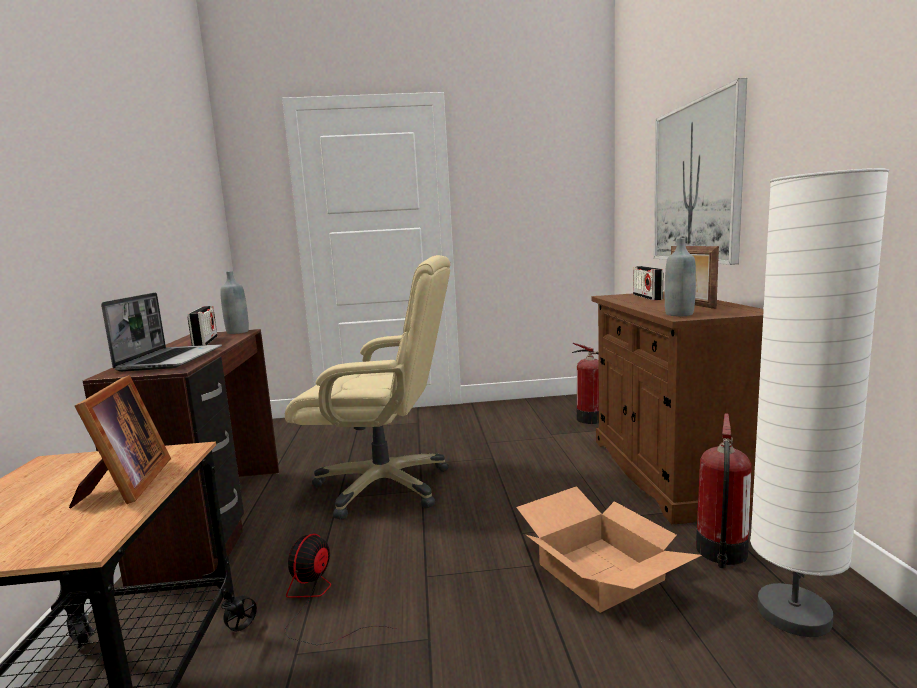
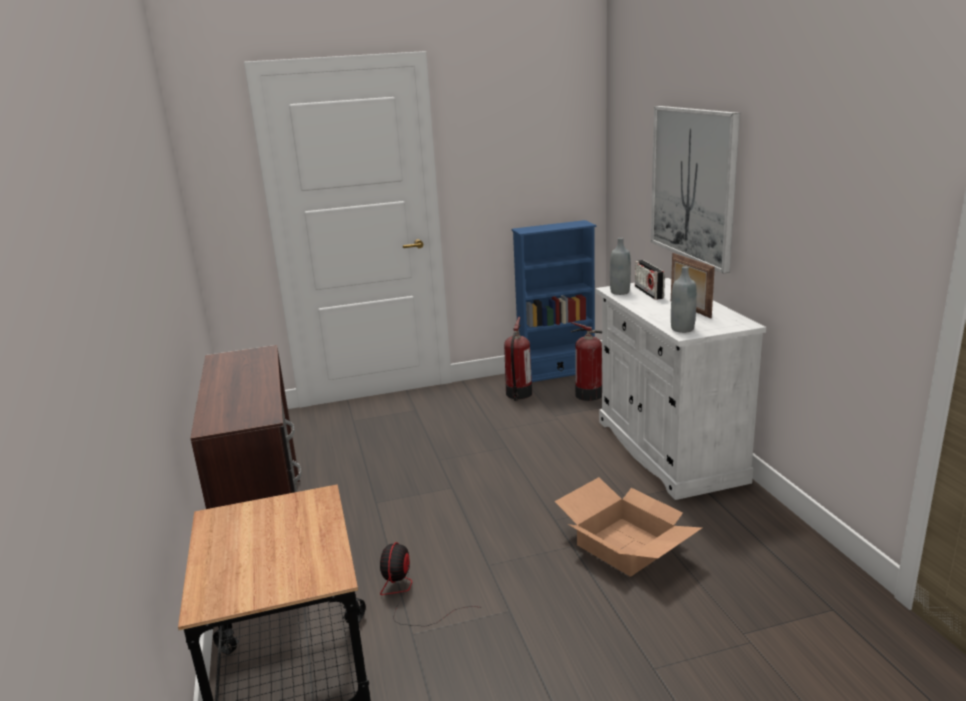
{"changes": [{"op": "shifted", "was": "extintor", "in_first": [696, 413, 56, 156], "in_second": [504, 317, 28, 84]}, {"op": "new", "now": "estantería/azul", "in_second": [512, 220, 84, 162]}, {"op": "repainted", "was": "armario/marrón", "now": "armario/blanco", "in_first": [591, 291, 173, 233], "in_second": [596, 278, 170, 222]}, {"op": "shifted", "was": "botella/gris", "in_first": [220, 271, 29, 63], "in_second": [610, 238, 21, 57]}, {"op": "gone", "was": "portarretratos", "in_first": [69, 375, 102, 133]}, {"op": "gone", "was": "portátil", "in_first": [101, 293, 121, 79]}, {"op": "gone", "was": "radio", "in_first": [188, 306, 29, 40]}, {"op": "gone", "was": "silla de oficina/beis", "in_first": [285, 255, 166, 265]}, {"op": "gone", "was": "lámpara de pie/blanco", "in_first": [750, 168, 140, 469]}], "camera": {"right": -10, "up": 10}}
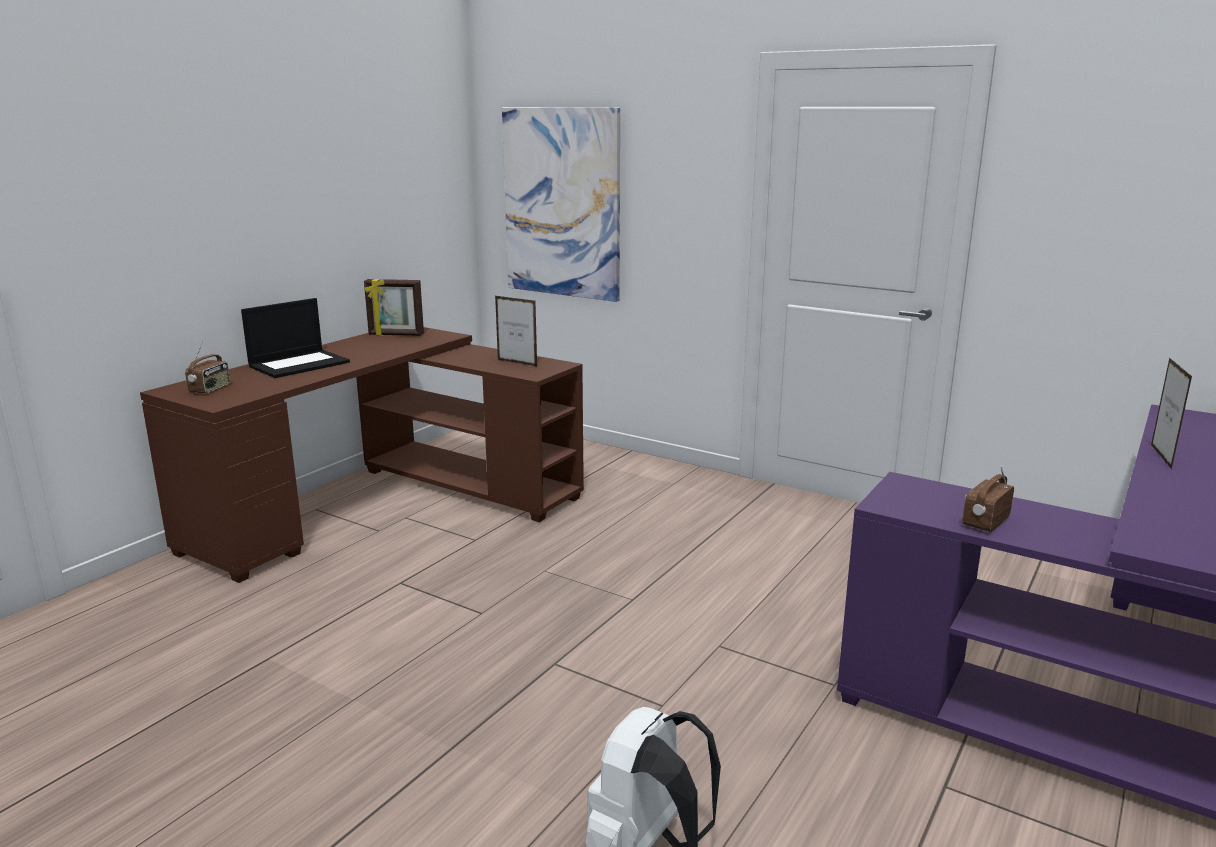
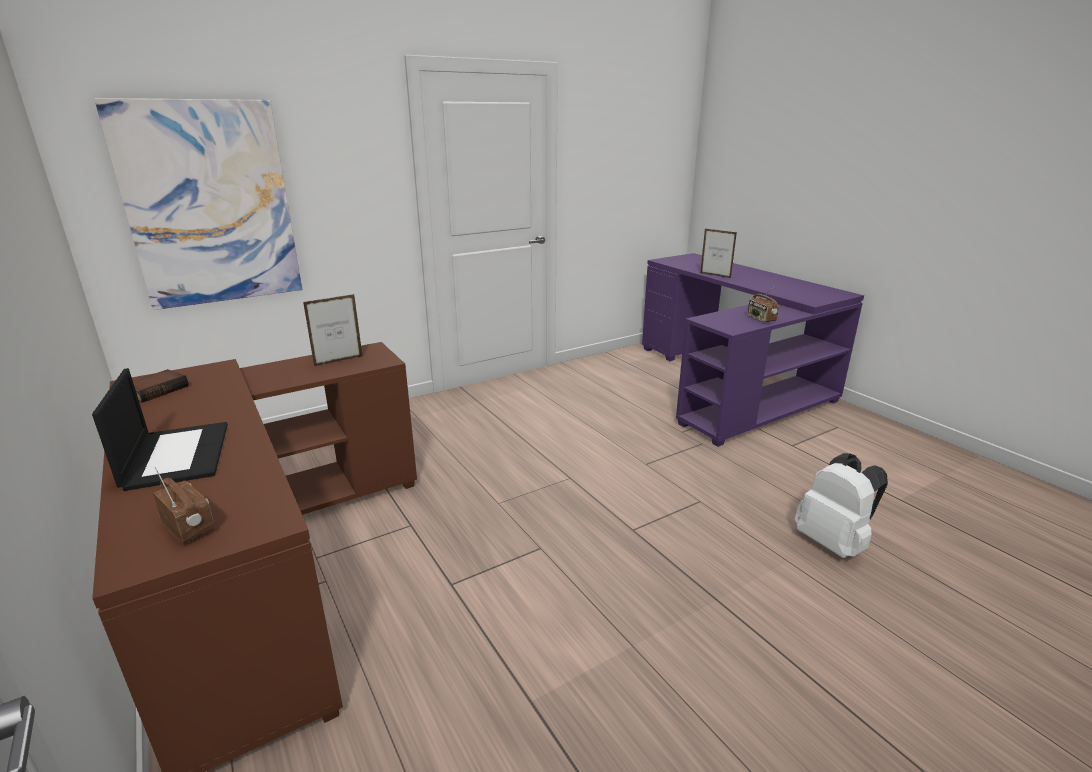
{"changes": [{"op": "swapped", "was": "portarretratos", "now": "libro", "in_first": [364, 279, 60, 57], "in_second": [133, 369, 55, 34]}], "camera": {"right": -65, "up": 5}}
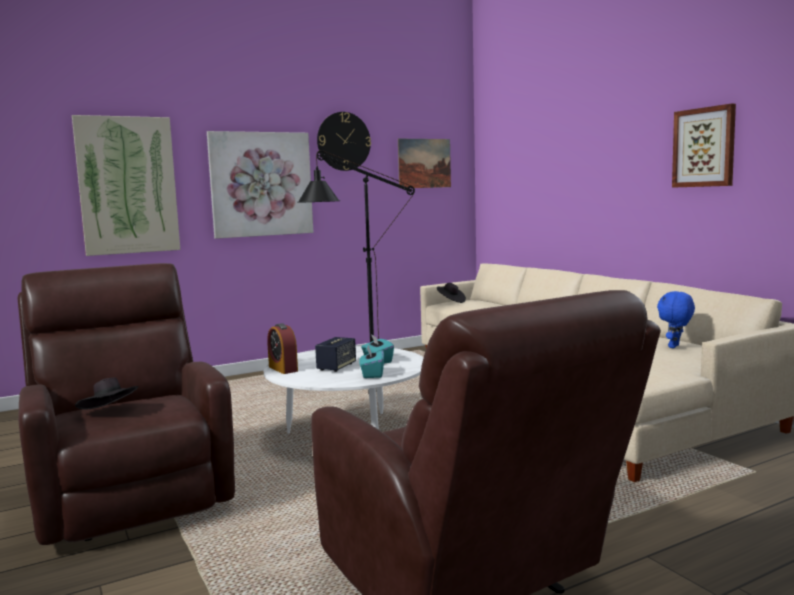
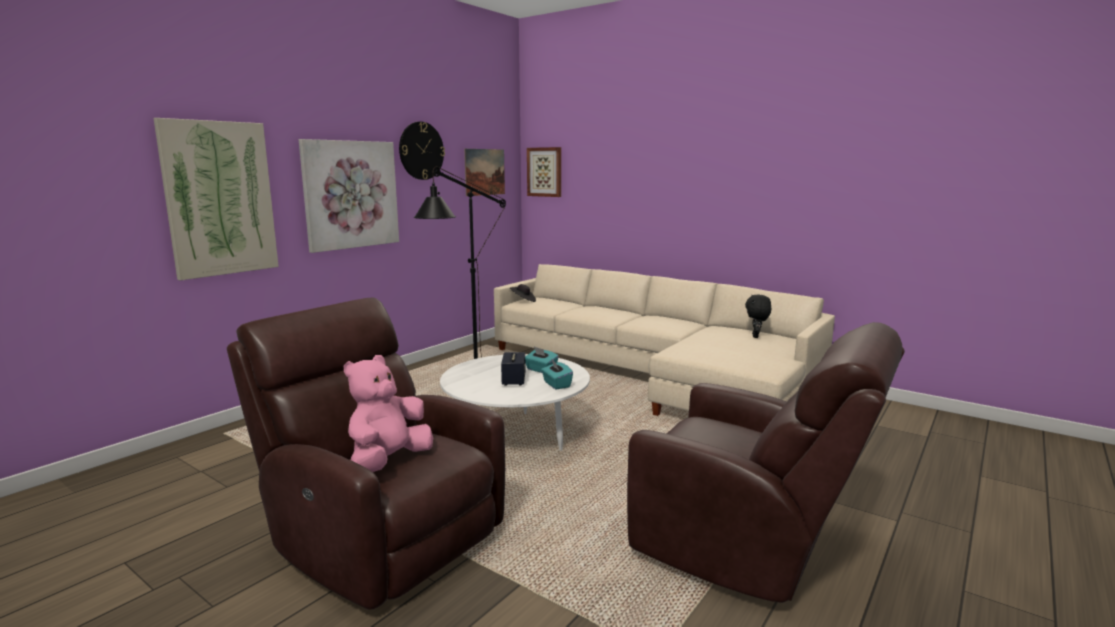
{"changes": [{"op": "swapped", "was": "sombrero/negro", "now": "peluche/rosa", "in_first": [75, 378, 64, 31], "in_second": [344, 355, 89, 117]}, {"op": "shifted", "was": "cuadro", "in_first": [672, 104, 64, 84], "in_second": [527, 147, 34, 50]}, {"op": "repainted", "was": "peluche/azul", "now": "peluche/negro", "in_first": [657, 291, 38, 57], "in_second": [745, 295, 26, 43]}, {"op": "gone", "was": "despertador", "in_first": [267, 323, 31, 51]}], "camera": {"right": -25, "up": 5}}
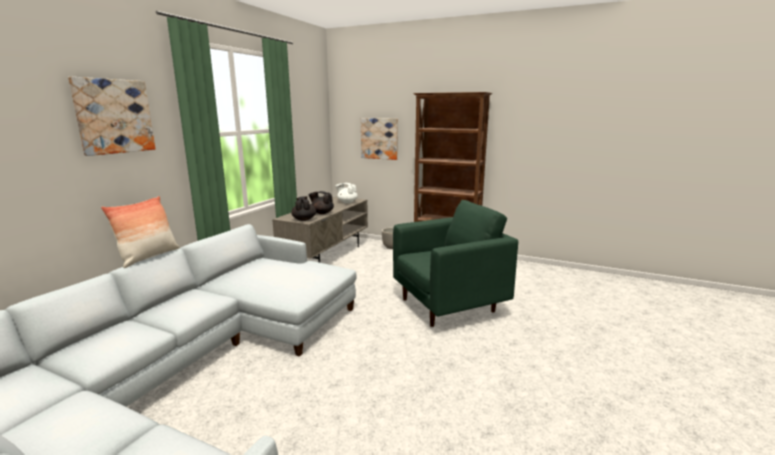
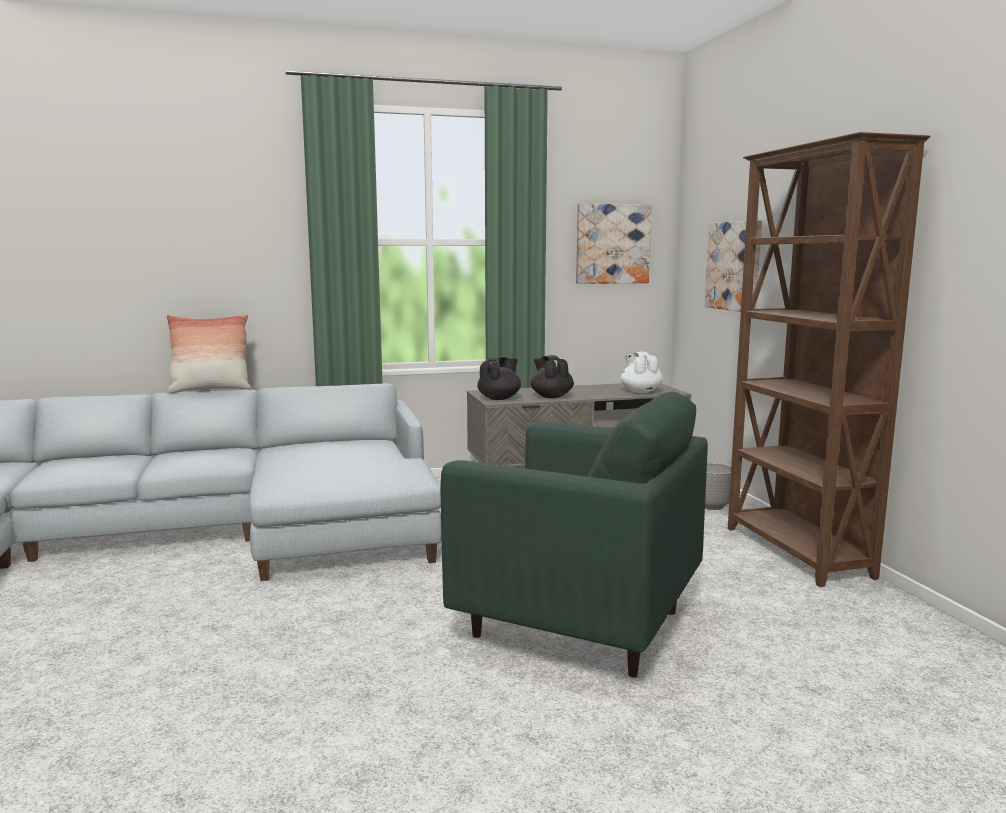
{"changes": [{"op": "shifted", "was": "cuadro", "in_first": [68, 77, 88, 79], "in_second": [576, 204, 76, 80]}], "camera": {"right": 50, "up": -5}}
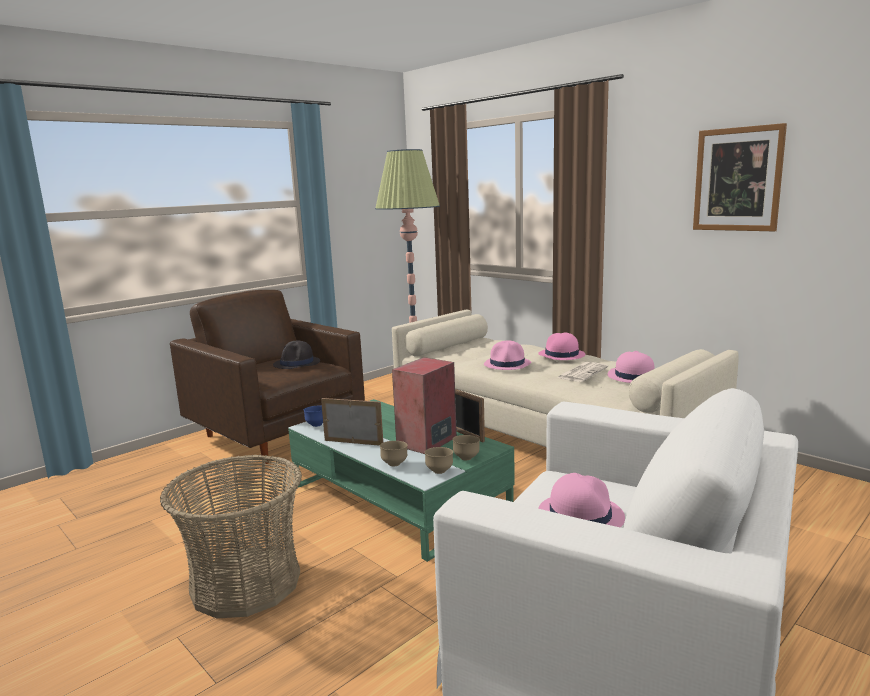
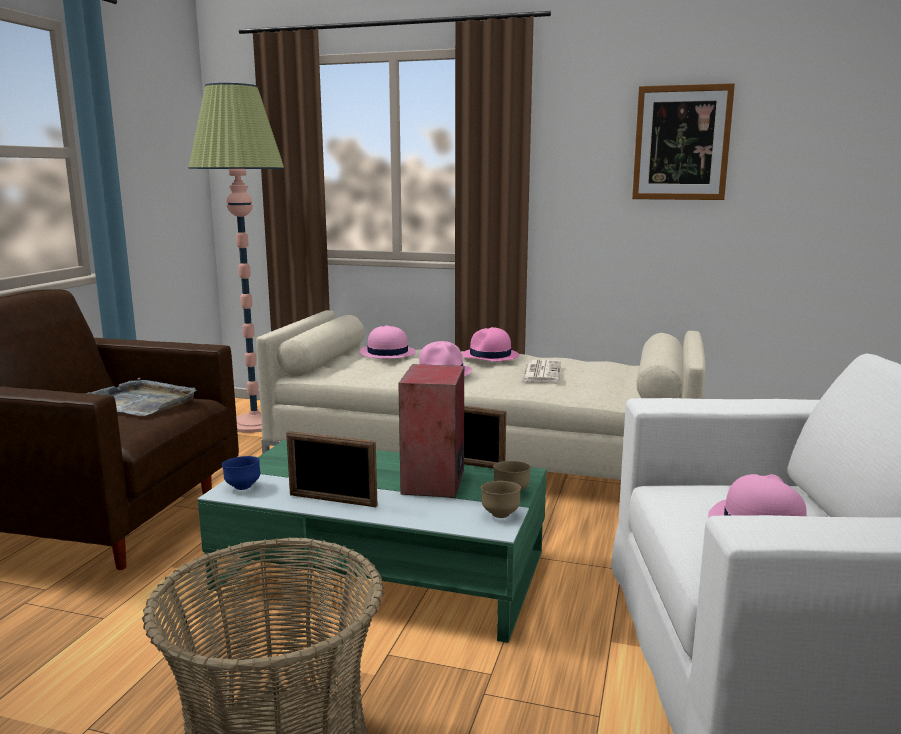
{"changes": [{"op": "swapped", "was": "sombrero/negro", "now": "bandeja/gris", "in_first": [273, 341, 47, 28], "in_second": [87, 378, 110, 38]}, {"op": "rotated", "was": "portarretratos", "in_first": [321, 398, 62, 48], "in_second": [286, 431, 91, 76], "clockwise": -150}, {"op": "shifted", "was": "sombrero/rosa", "in_first": [608, 351, 46, 32], "in_second": [360, 325, 56, 34]}, {"op": "gone", "was": "cuenco/marrón", "in_first": [380, 441, 28, 25]}], "camera": {"right": -30, "up": 0}}
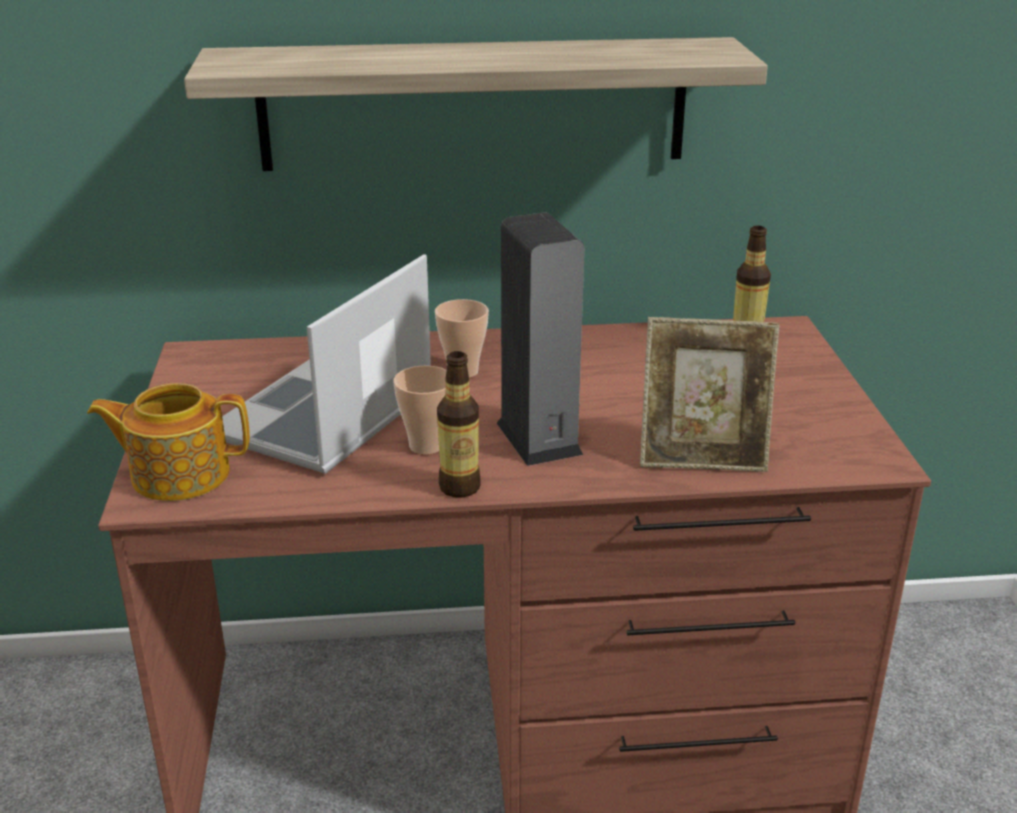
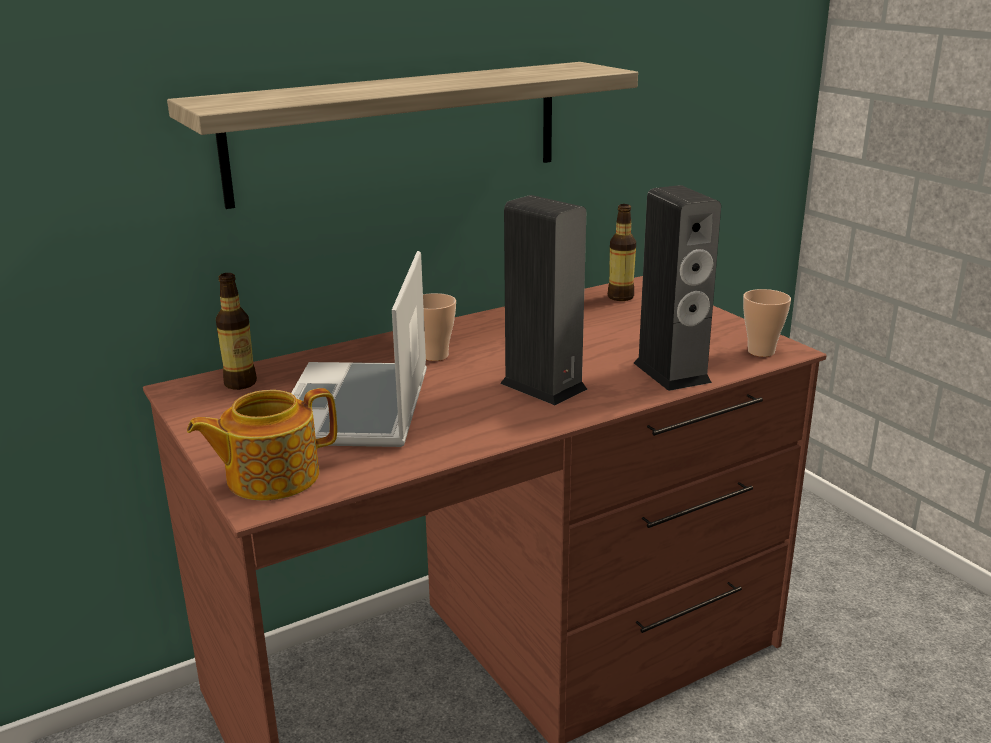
{"changes": [{"op": "shifted", "was": "botella", "in_first": [437, 351, 43, 147], "in_second": [216, 273, 41, 117]}, {"op": "swapped", "was": "portarretratos", "now": "altavoz", "in_first": [640, 317, 140, 155], "in_second": [634, 185, 87, 206]}, {"op": "shifted", "was": "taza", "in_first": [393, 366, 54, 89], "in_second": [743, 289, 48, 68]}], "camera": {"right": -25, "up": -5}}
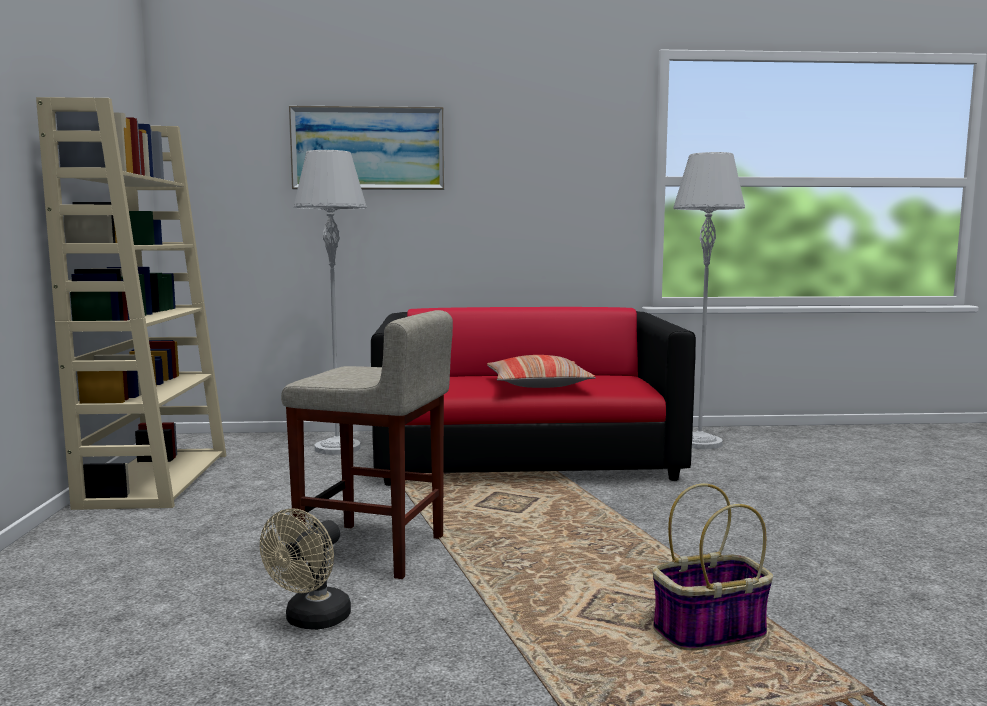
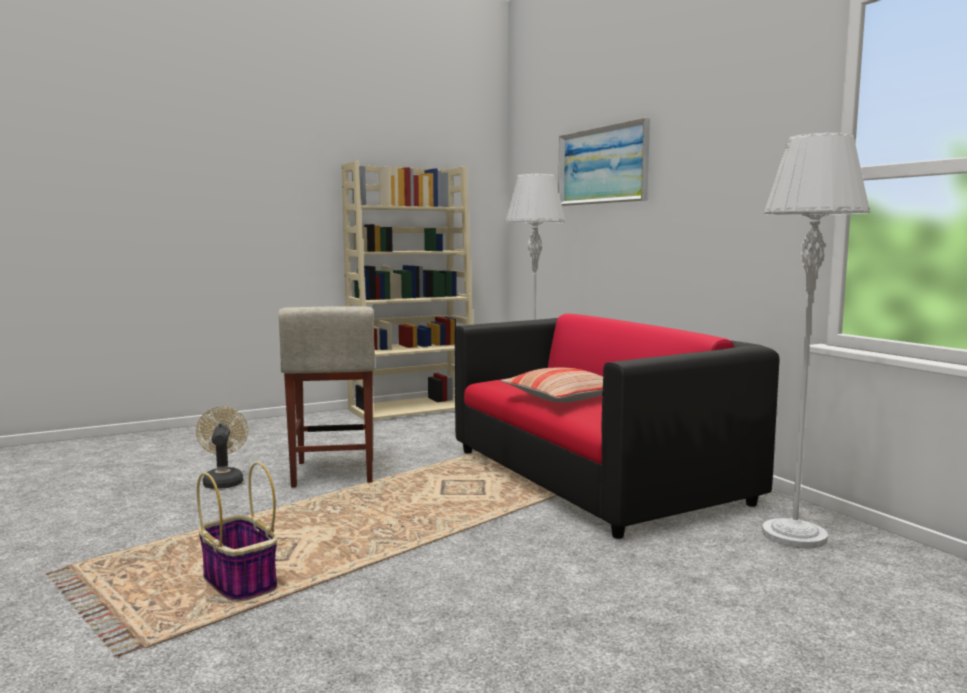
{"changes": [{"op": "rotated", "was": "ventilador/beis", "in_first": [260, 508, 91, 122], "in_second": [196, 407, 52, 82], "clockwise": 75}], "camera": {"right": 65, "up": 0}}
